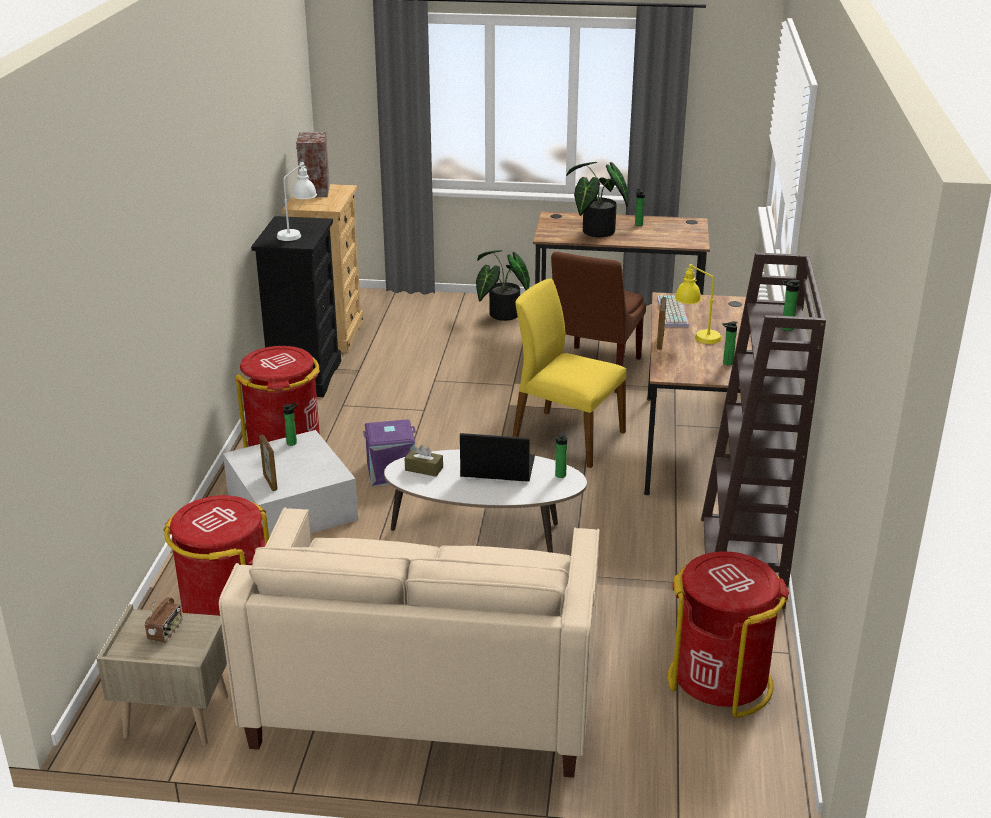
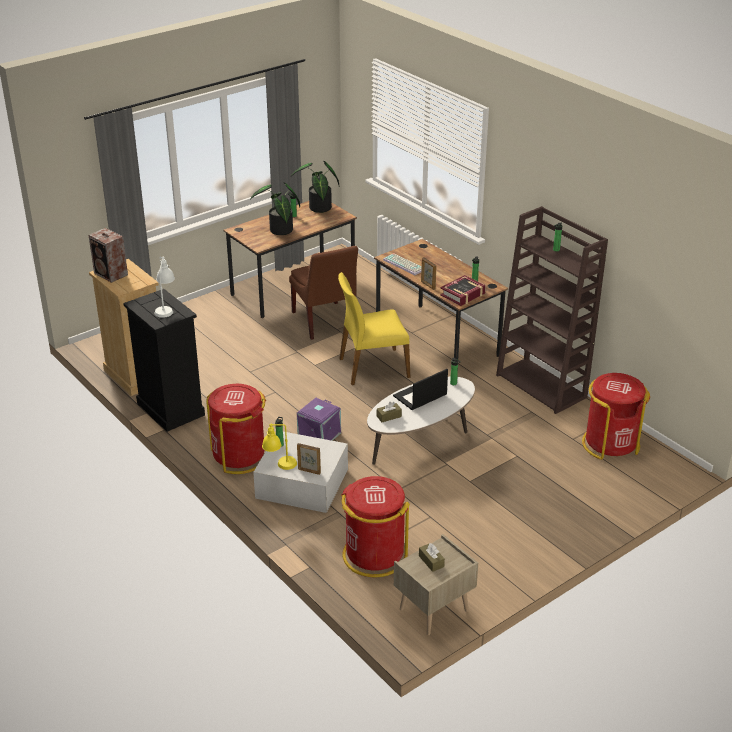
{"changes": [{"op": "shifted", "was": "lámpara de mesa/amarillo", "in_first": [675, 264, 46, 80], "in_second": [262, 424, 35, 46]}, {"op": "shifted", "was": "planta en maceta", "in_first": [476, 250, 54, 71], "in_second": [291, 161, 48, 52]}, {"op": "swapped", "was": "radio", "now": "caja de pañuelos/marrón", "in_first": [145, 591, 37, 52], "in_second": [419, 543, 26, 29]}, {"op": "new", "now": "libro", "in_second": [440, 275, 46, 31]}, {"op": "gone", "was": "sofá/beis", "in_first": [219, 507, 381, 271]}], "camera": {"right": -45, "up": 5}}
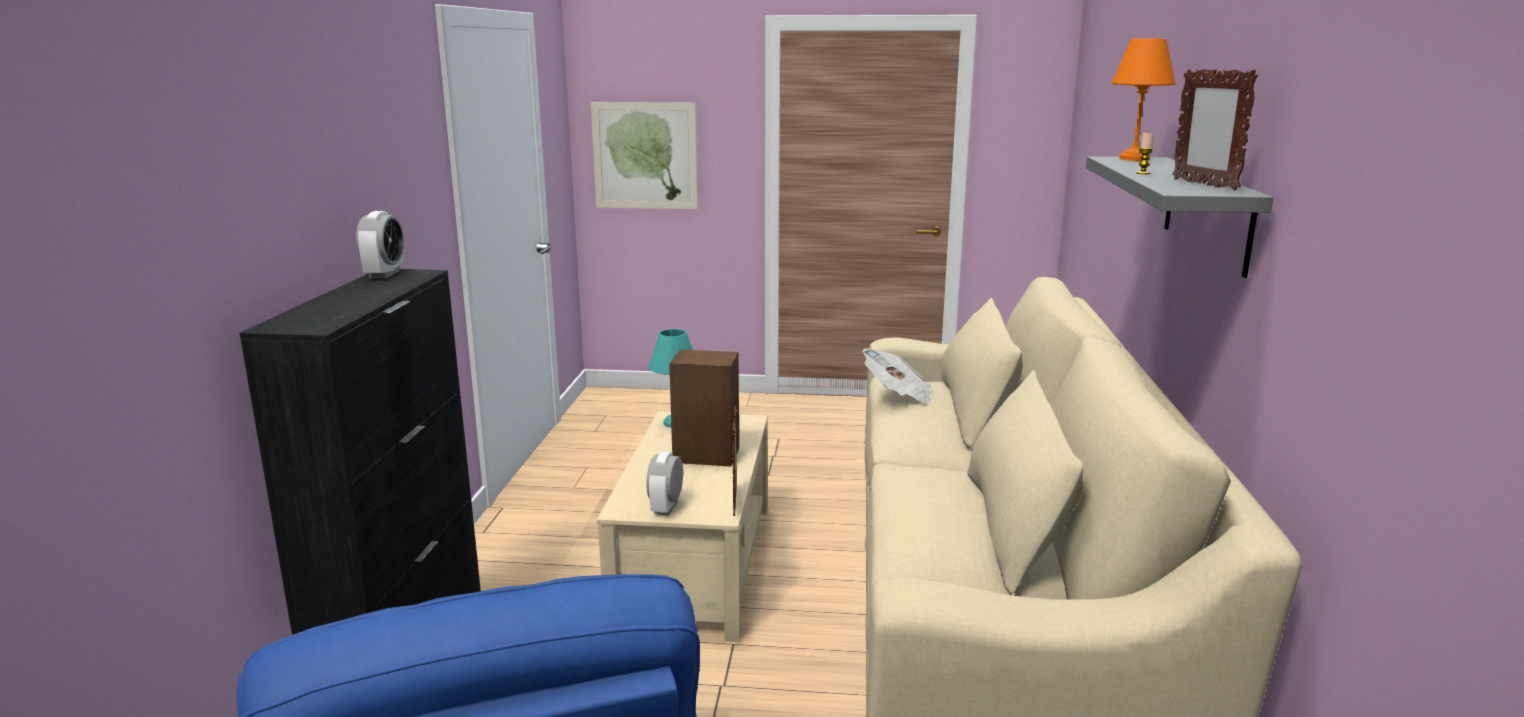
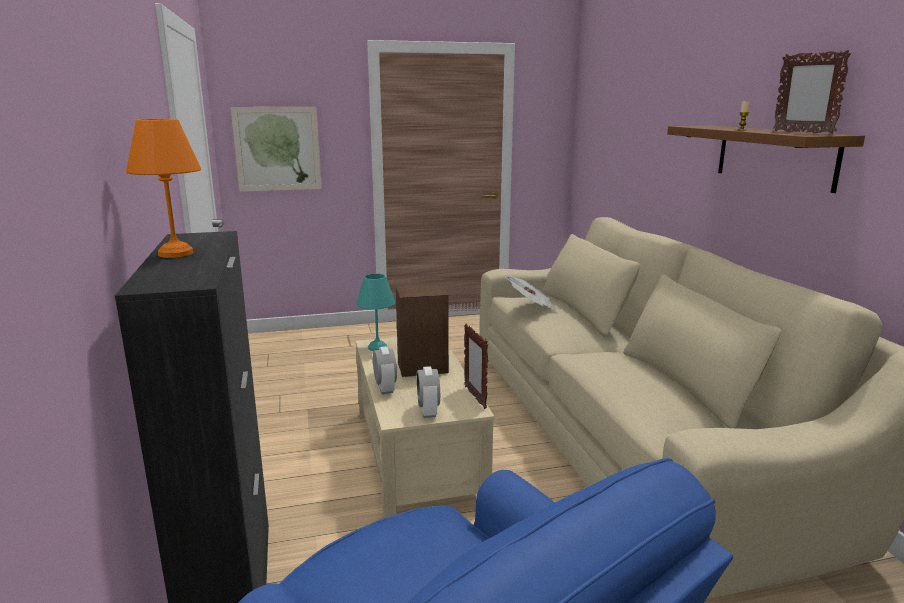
{"changes": [{"op": "shifted", "was": "lámpara de mesa/naranja", "in_first": [1112, 39, 64, 122], "in_second": [126, 119, 75, 139]}, {"op": "shifted", "was": "despertador", "in_first": [356, 211, 48, 68], "in_second": [373, 346, 24, 48]}, {"op": "repainted", "was": "estante/gris", "now": "estante/marrón", "in_first": [1086, 157, 187, 121], "in_second": [667, 126, 198, 67]}], "camera": {"right": -20, "up": 0}}
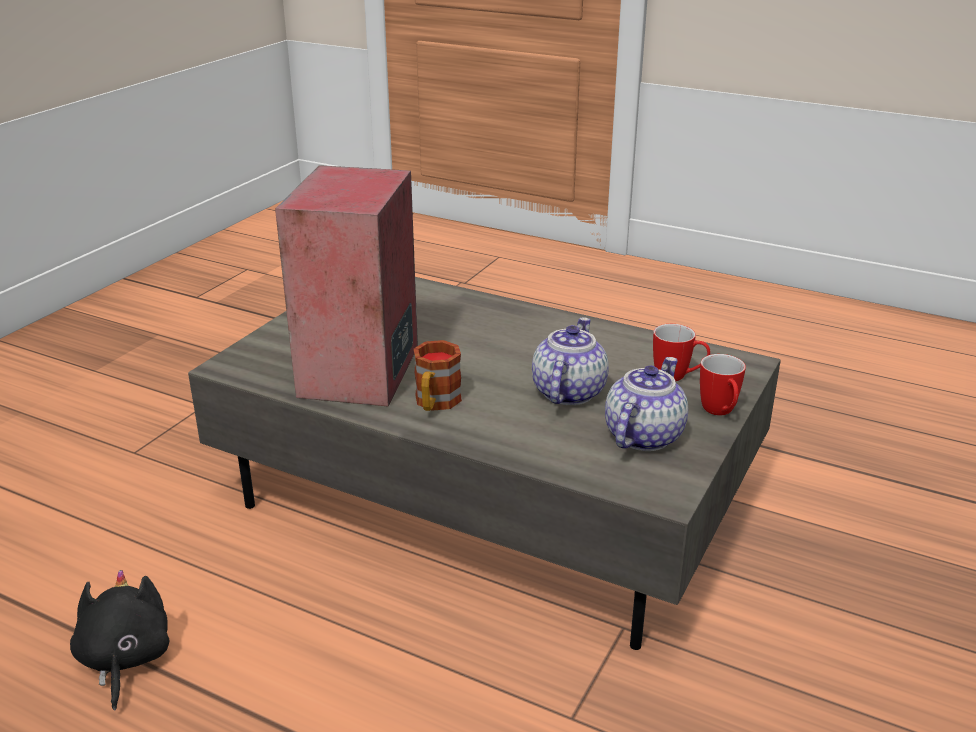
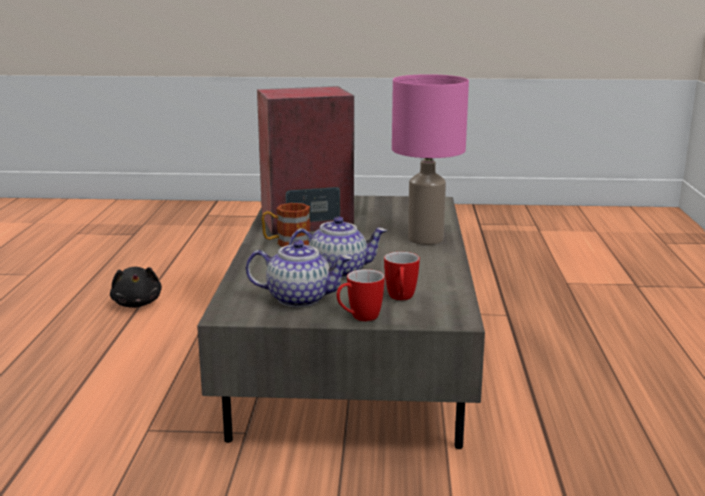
{"changes": [{"op": "rotated", "was": "peluche/negro", "in_first": [70, 570, 99, 141], "in_second": [110, 267, 52, 41], "clockwise": 105}, {"op": "new", "now": "lámpara de mesa/rosa", "in_second": [392, 74, 77, 171]}], "camera": {"right": 65, "up": -10}}
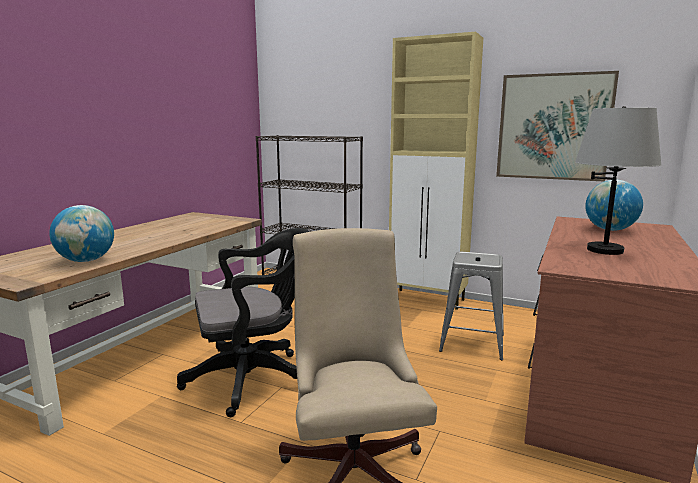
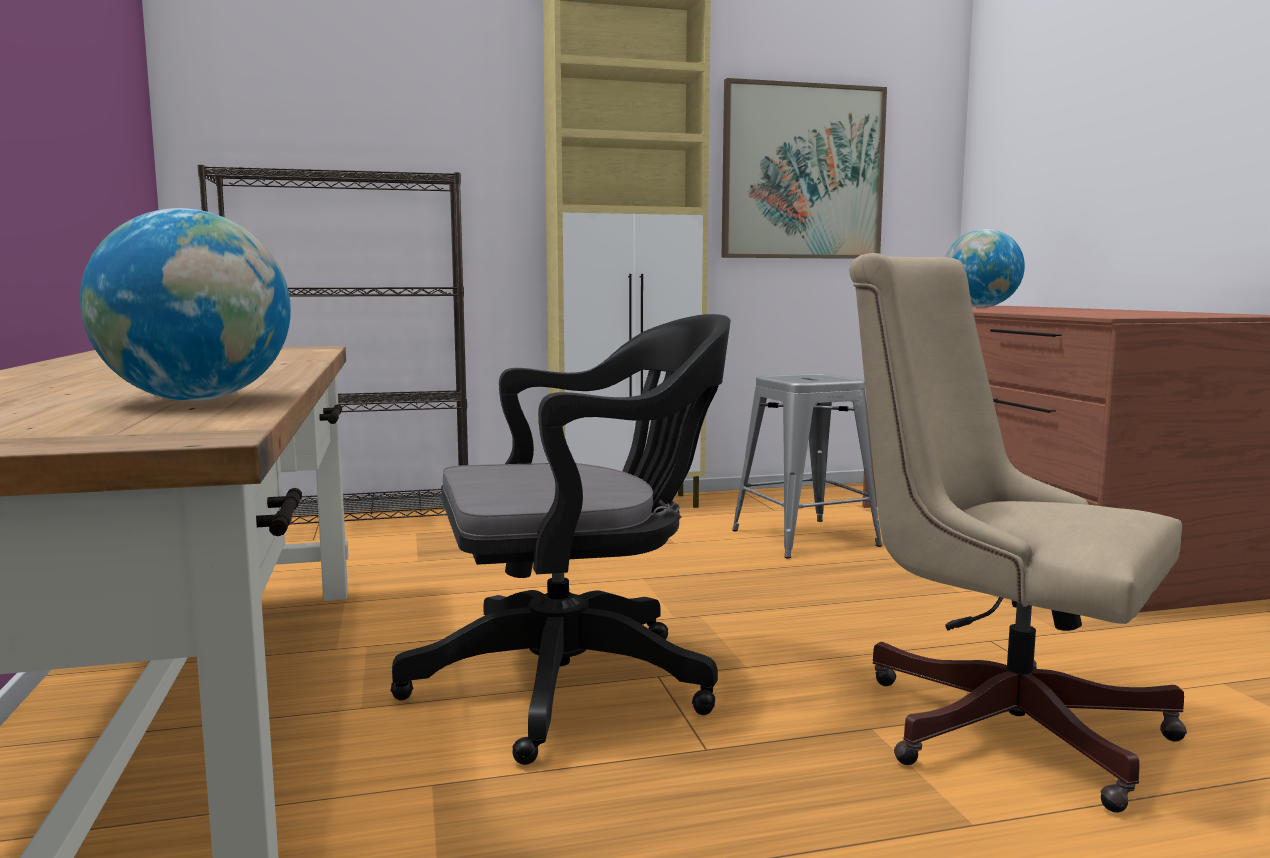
{"changes": [{"op": "rotated", "was": "silla de oficina/negro", "in_first": [177, 228, 133, 189], "in_second": [390, 314, 341, 451], "clockwise": 45}, {"op": "gone", "was": "lámpara de mesa/gris", "in_first": [575, 106, 86, 149]}], "camera": {"right": -40, "up": -5}}
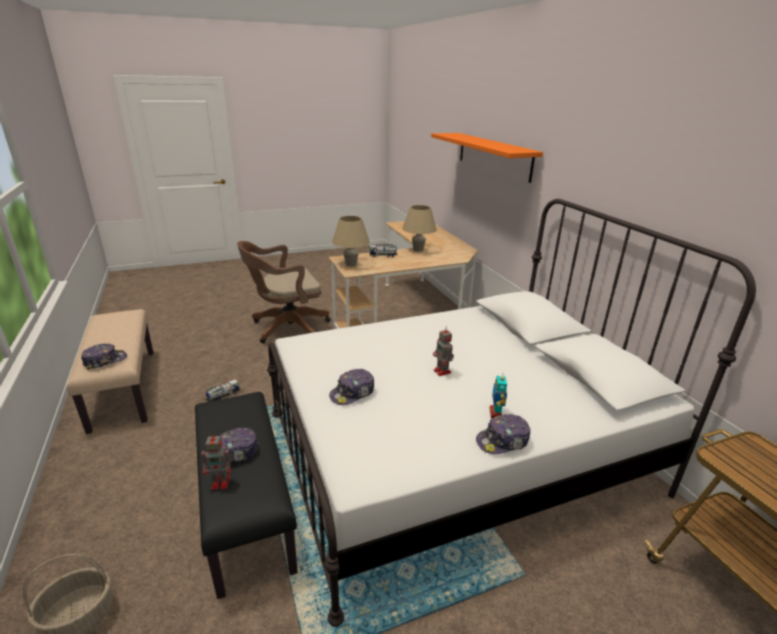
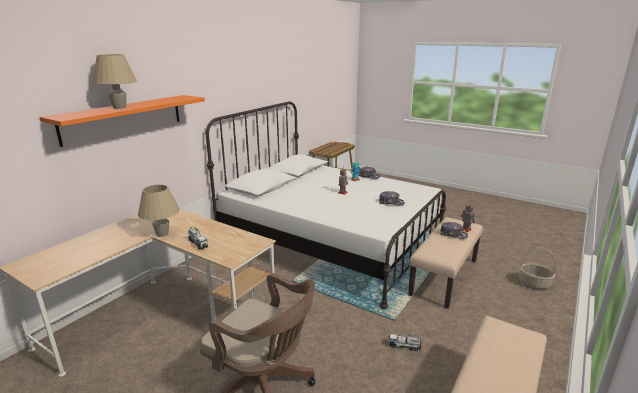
{"changes": [{"op": "shifted", "was": "lámpara de mesa/beis", "in_first": [332, 215, 38, 51], "in_second": [93, 54, 44, 55]}, {"op": "repainted", "was": "banco/negro", "now": "banco/beis", "in_first": [195, 392, 103, 207], "in_second": [408, 217, 75, 92]}, {"op": "gone", "was": "gorra", "in_first": [81, 344, 46, 26]}], "camera": {"right": -125, "up": -5}}
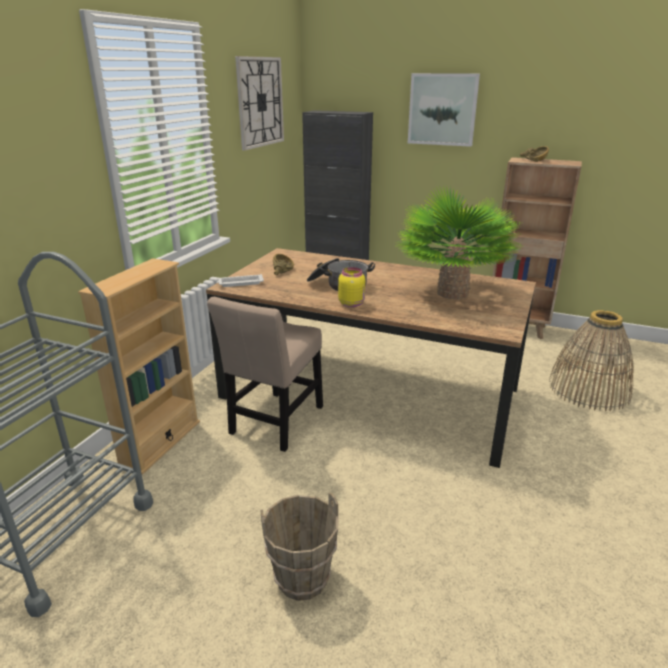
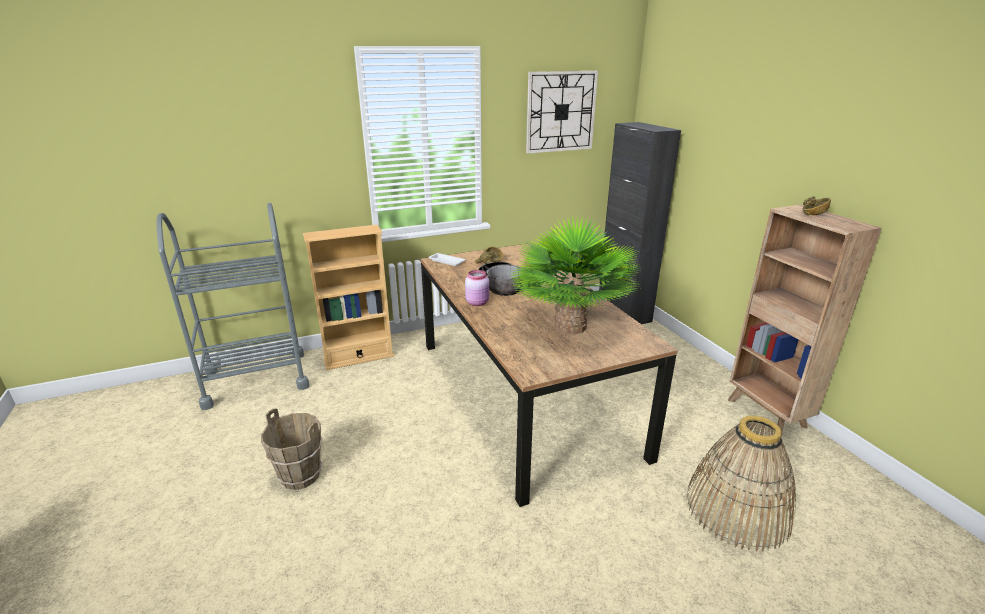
{"changes": [{"op": "repainted", "was": "tarro/amarillo", "now": "tarro/rosa", "in_first": [338, 267, 27, 40], "in_second": [465, 270, 24, 36]}, {"op": "gone", "was": "silla/beis", "in_first": [207, 297, 116, 155]}, {"op": "gone", "was": "cuadro", "in_first": [408, 73, 72, 74]}], "camera": {"right": 45, "up": 0}}
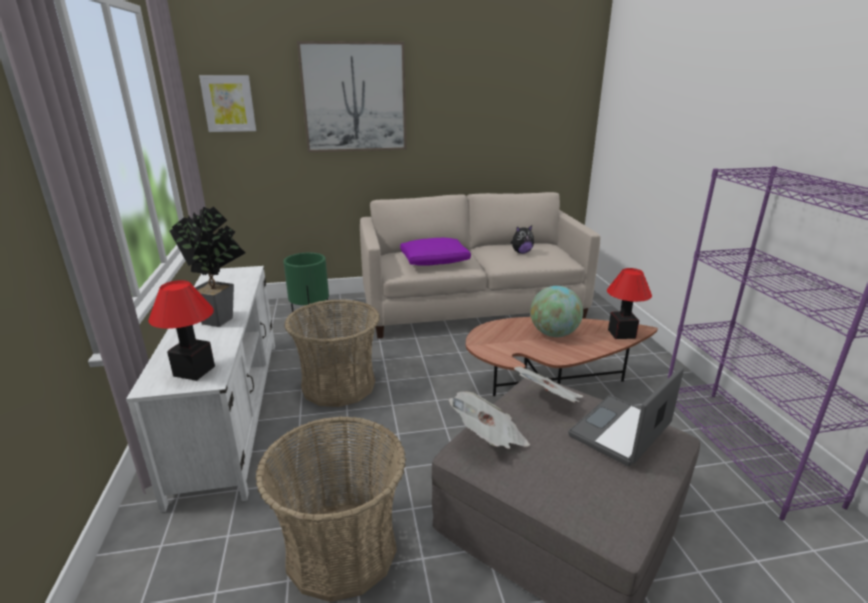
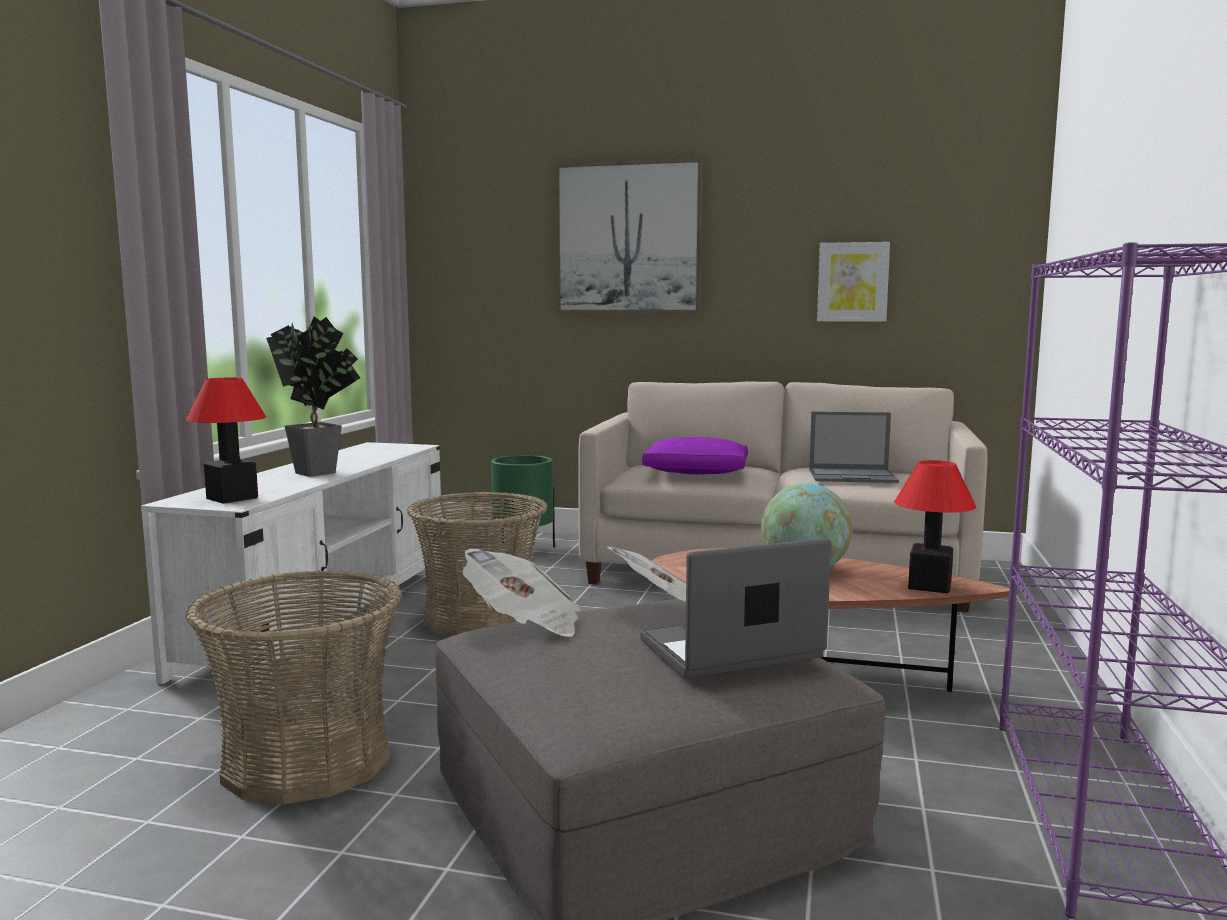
{"changes": [{"op": "swapped", "was": "peluche", "now": "portátil", "in_first": [511, 225, 23, 29], "in_second": [809, 412, 90, 71]}, {"op": "shifted", "was": "cuadro", "in_first": [199, 75, 57, 57], "in_second": [817, 242, 73, 80]}], "camera": {"right": 25, "up": -15}}
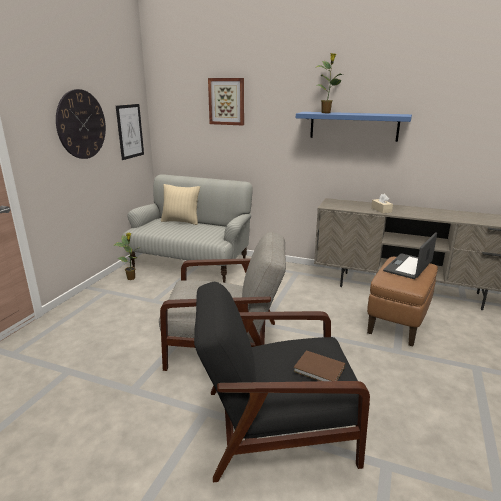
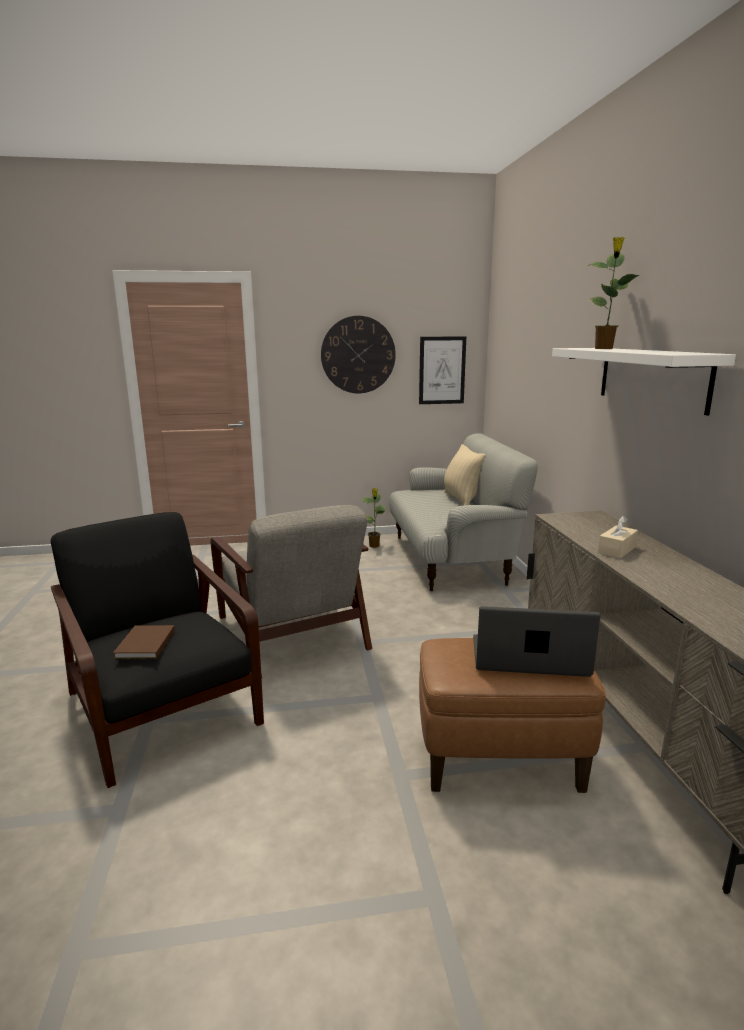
{"changes": [{"op": "repainted", "was": "estante/azul", "now": "estante/blanco", "in_first": [296, 112, 116, 30], "in_second": [552, 348, 184, 68]}, {"op": "gone", "was": "cuadro", "in_first": [208, 78, 36, 47]}], "camera": {"right": 60, "up": -5}}
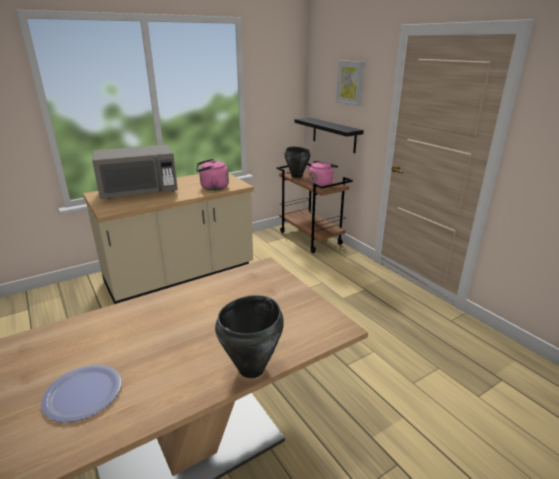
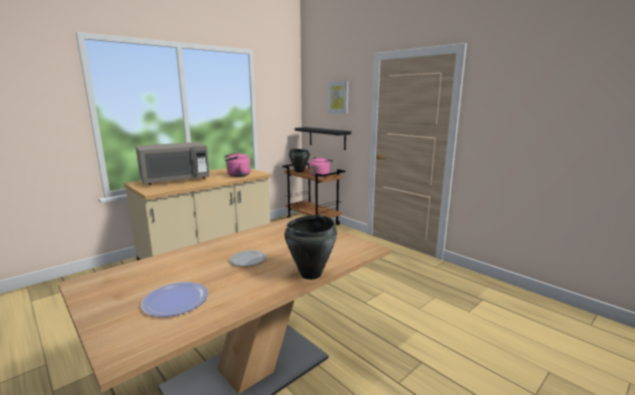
{"changes": [{"op": "new", "now": "plato", "in_second": [230, 250, 36, 17]}], "camera": {"right": -10, "up": -10}}
